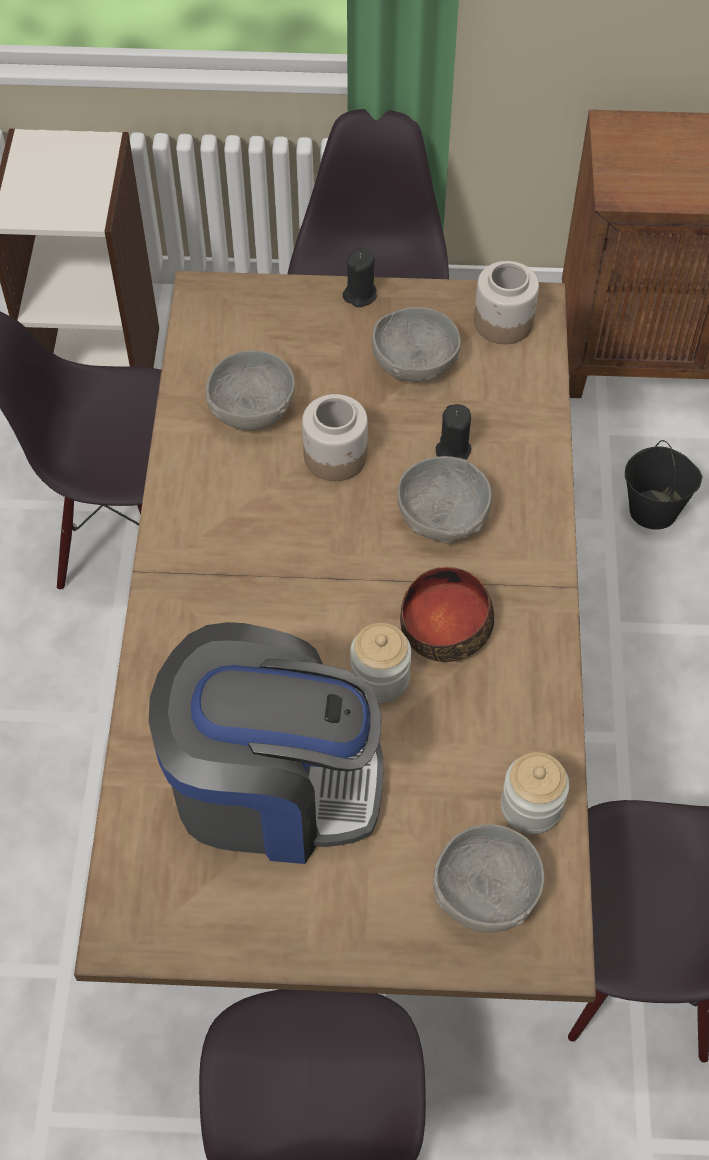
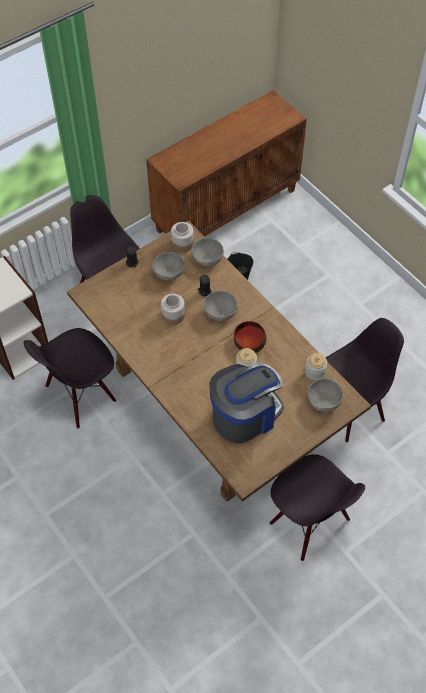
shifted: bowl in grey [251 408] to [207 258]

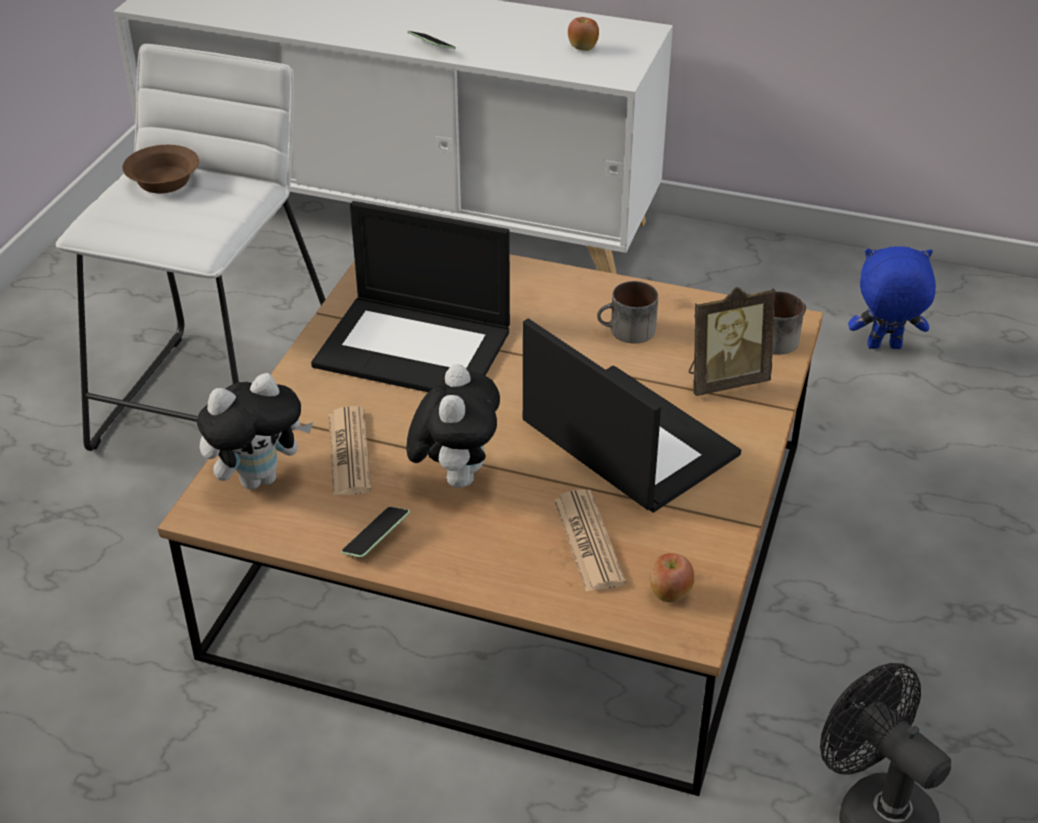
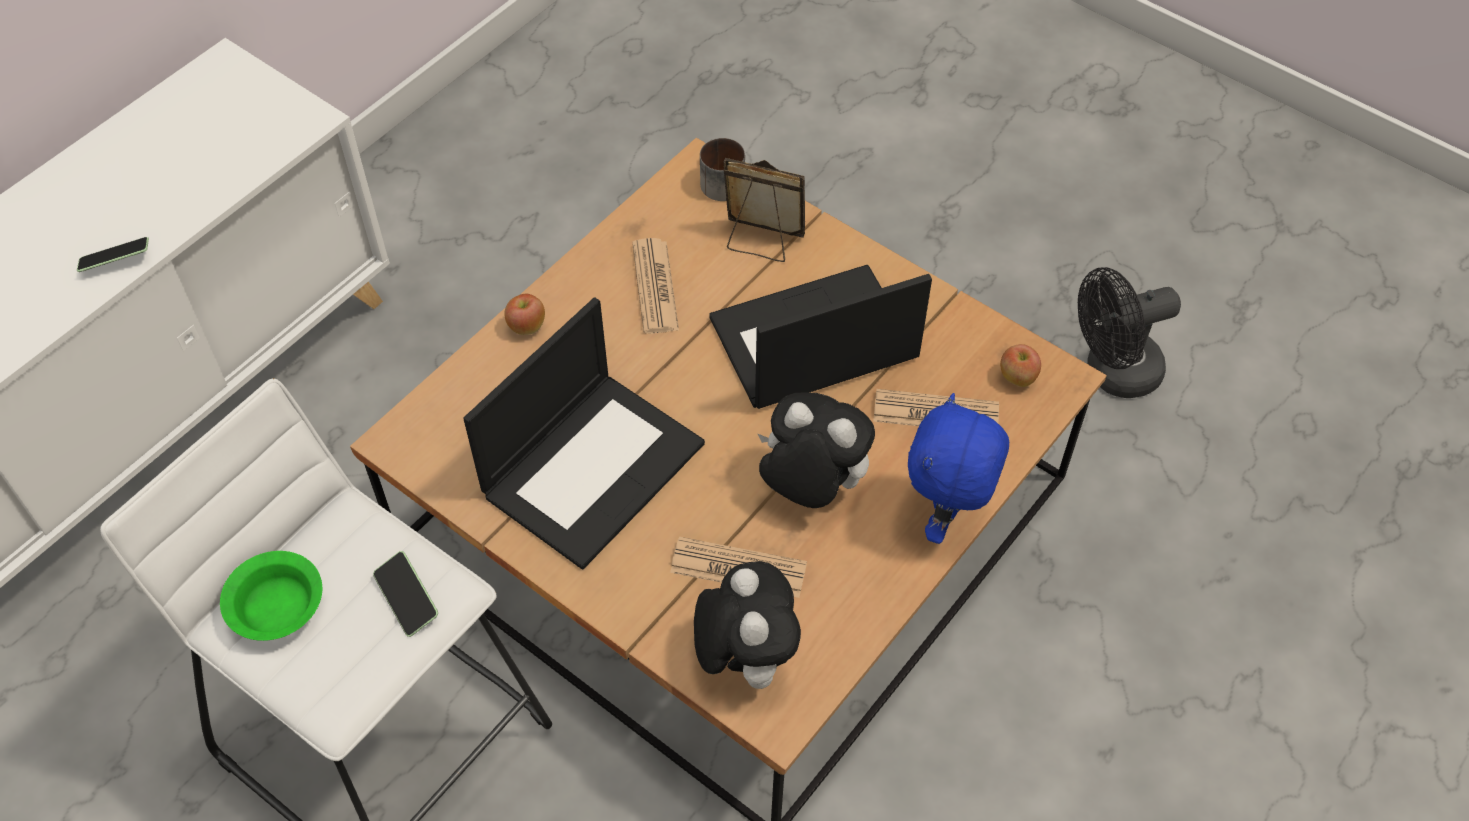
shifted: phone [376 539] to [407 599]; apple [582 48] to [527 327]; plush toy in blue [883 347] to [946 517]
swapped: mug [627 332] to newspaper [655 287]
repainted: bowl in brown [162 183] to bowl in green [278 610]
rotated: picture frame [724 380] = [761 241] 75 degrees counterclockwise

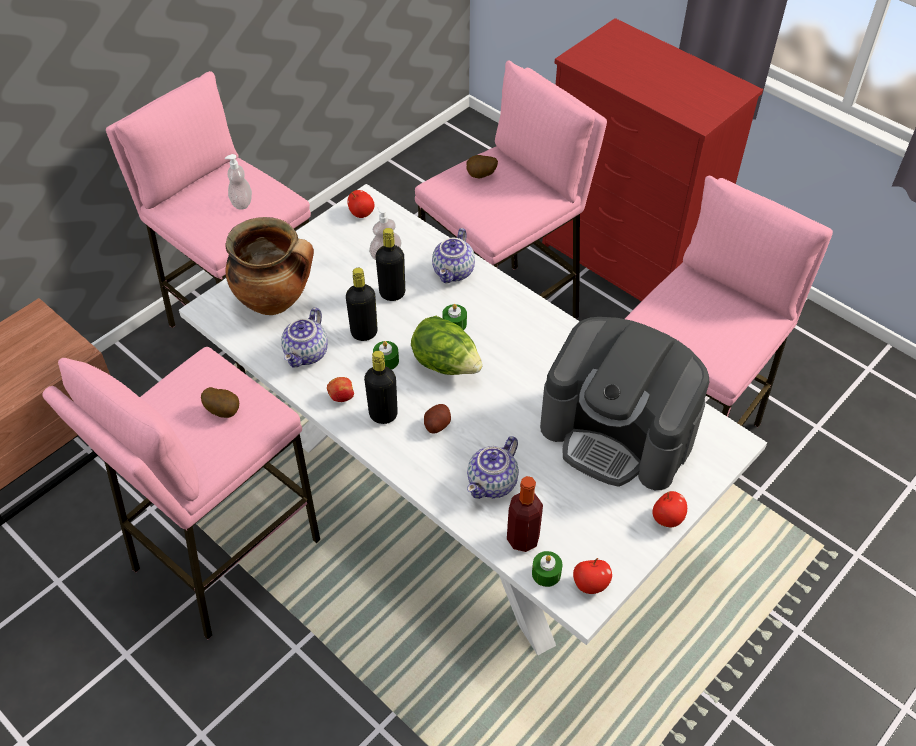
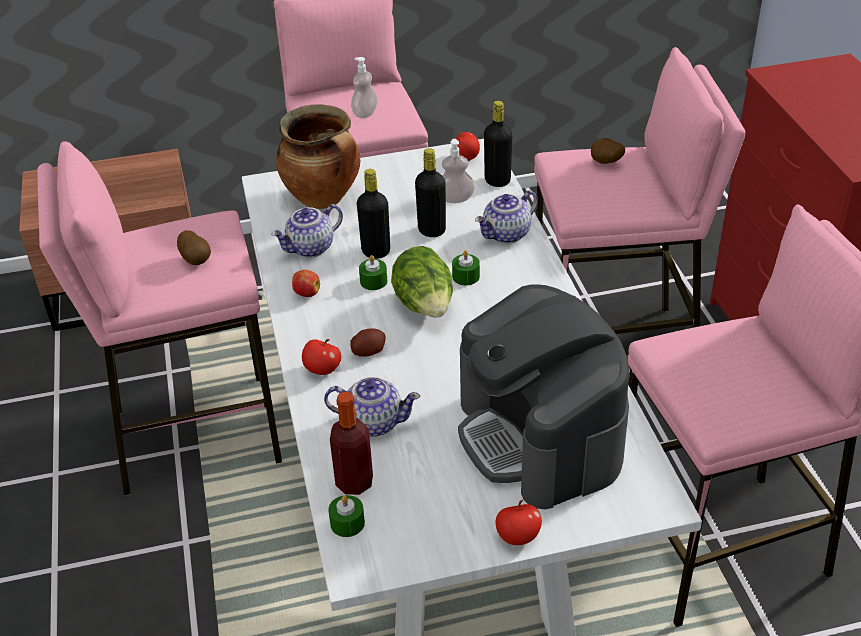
shifted: bottle in black [383 414] to [497 181]; apple [590 584] to [322 370]
rotated: teapot [493 482] = [373 422] 150 degrees counterclockwise

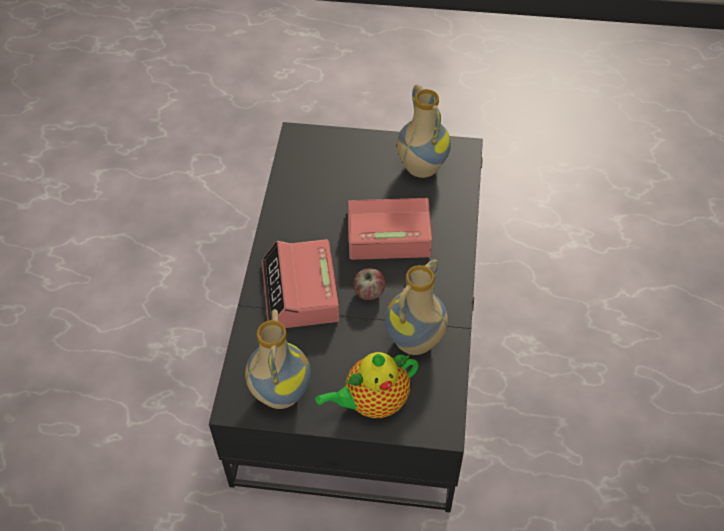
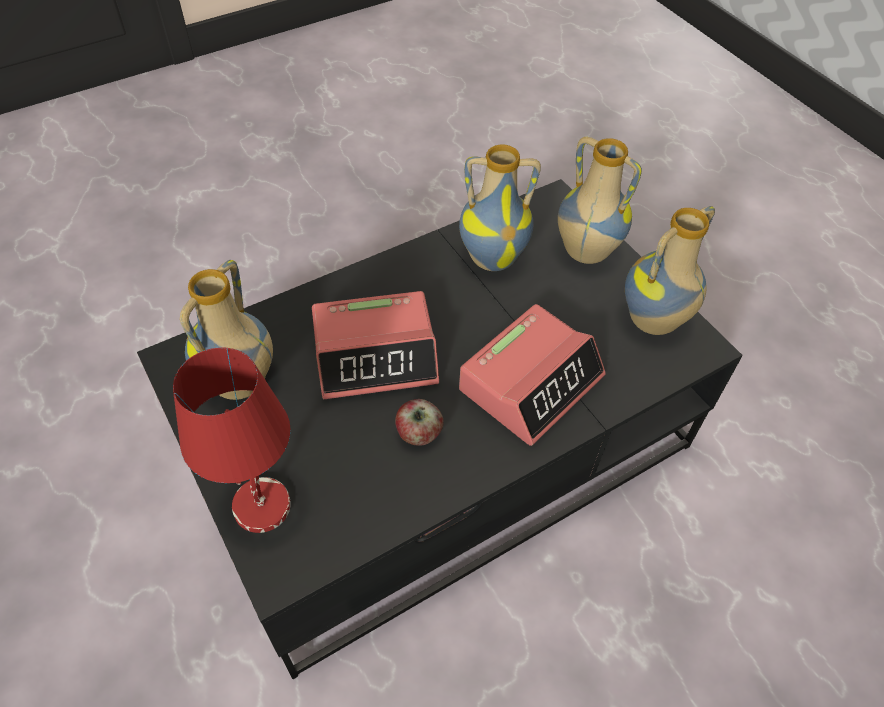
new: table lamp in red [261 504]
shifted: apple [369 292] to [418 434]
swapped: teapot [372 402] to vase [584 252]
rotated: alarm clock [387 233] = [376 355] 60 degrees counterclockwise

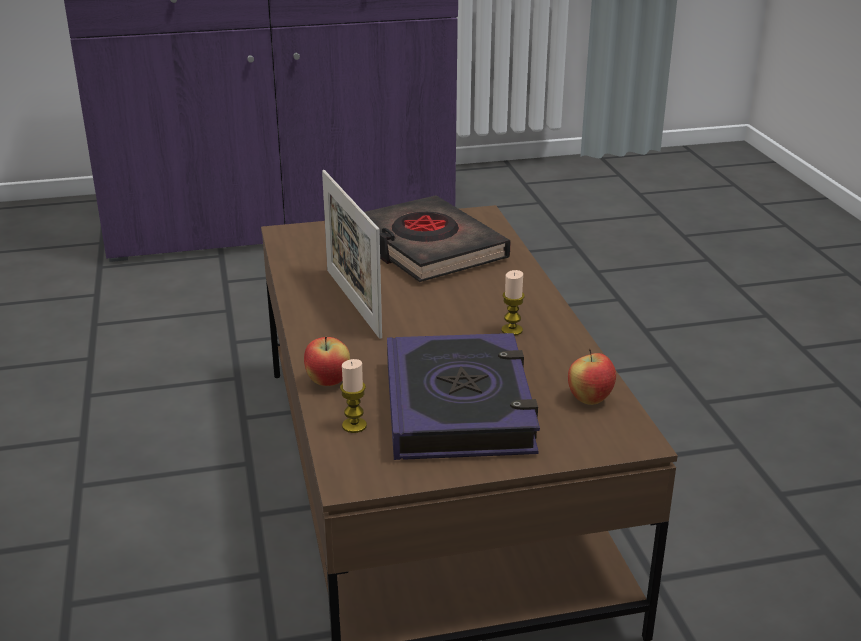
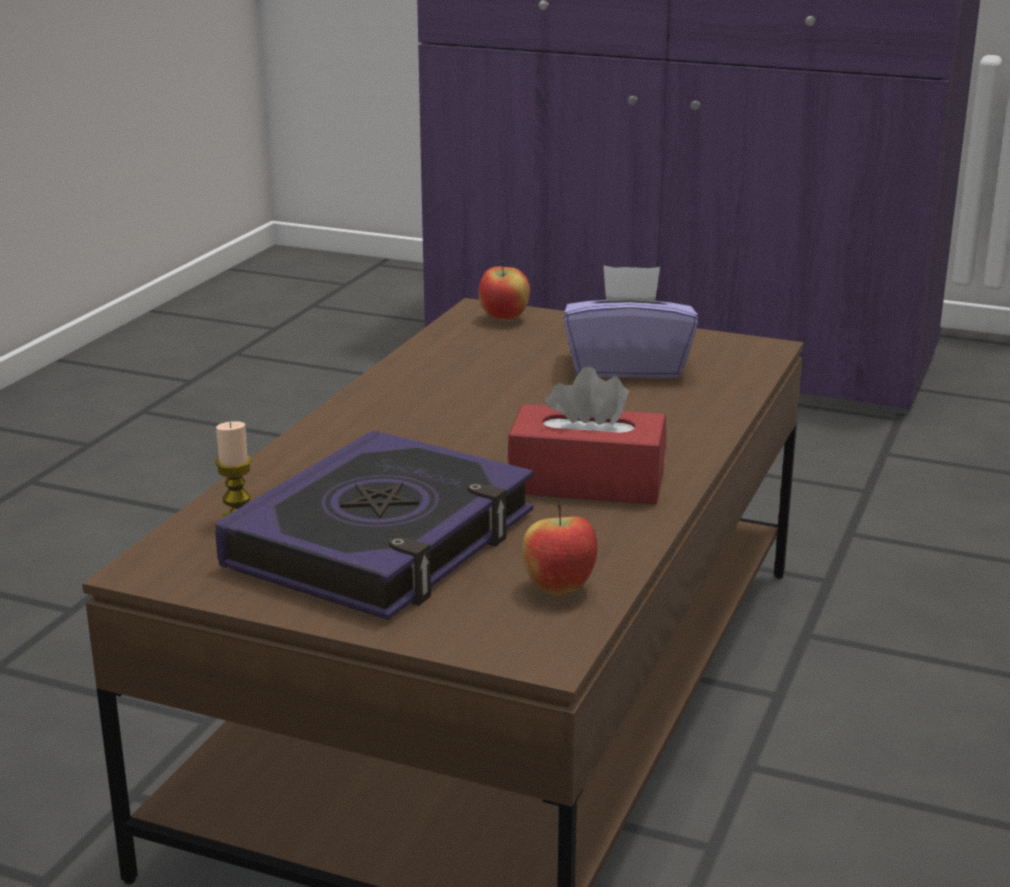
gone: picture frame [353 302]
shifted: apple [328 382] to [504 319]
swapped: book in black [428 248] to tissue box in purple [628 366]; candle [512 330] to tissue box in red [587 482]

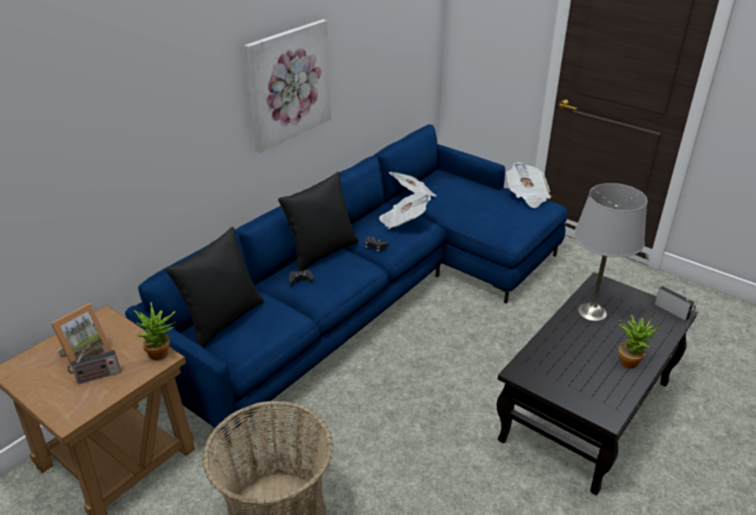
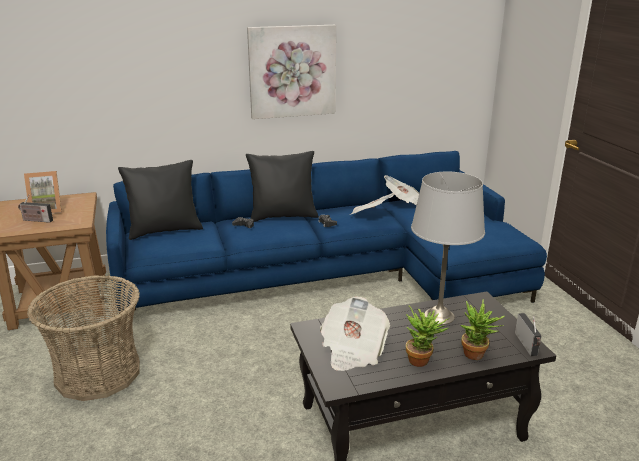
shifted: potted plant [162 354] to [477 356]; newspaper [527 196] to [352 350]

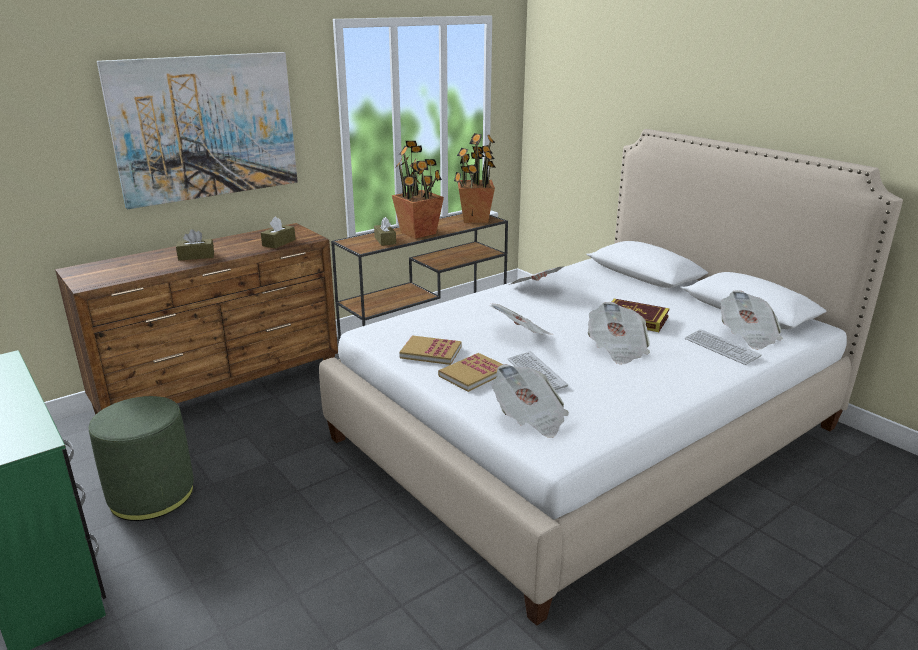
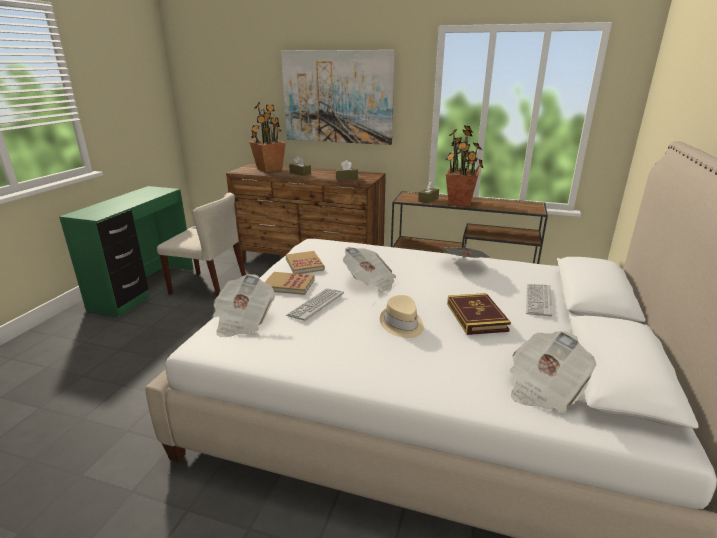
shifted: potted plant [474 219] to [270 169]; keyboard [721 348] to [538 300]
swapped: ottoman in green [152 495] to chair in beige [209 287]; newspaper [617 349] to hat in beige [401 324]

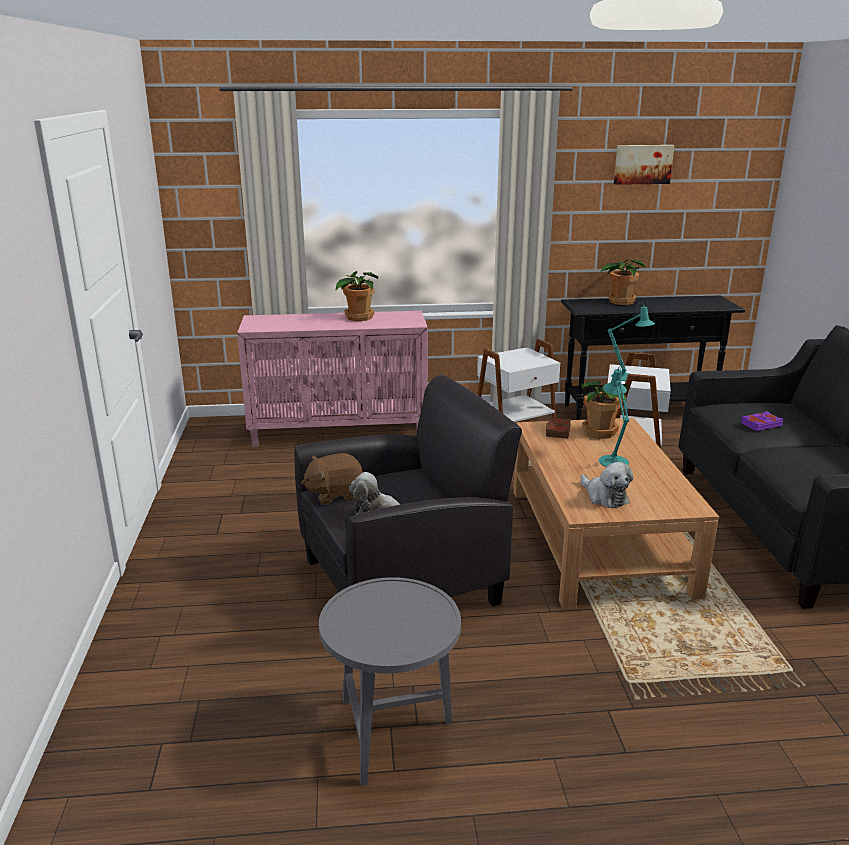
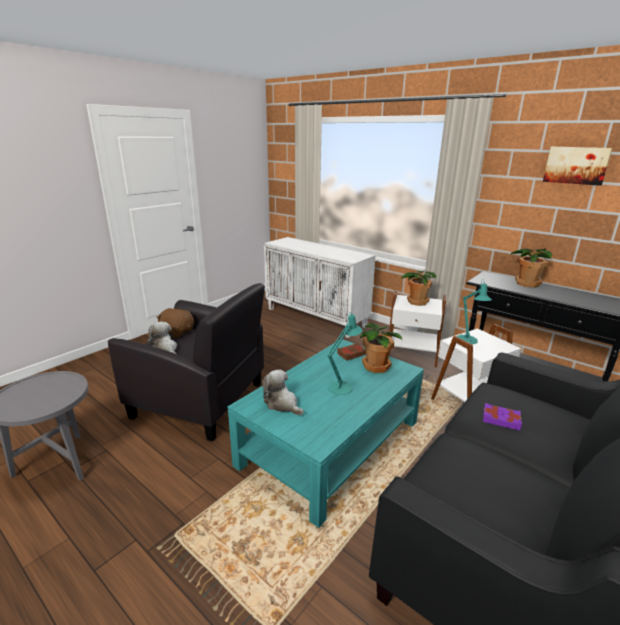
shifted: potted plant [358 317] to [416 302]
repainted: cabinet in pink [339 432] to cabinet in white [316 317]; coffee table in brown [599 540] to coffee table in turquoise [330 443]
rotated: plush toy [604 497] = [282 404] 120 degrees clockwise

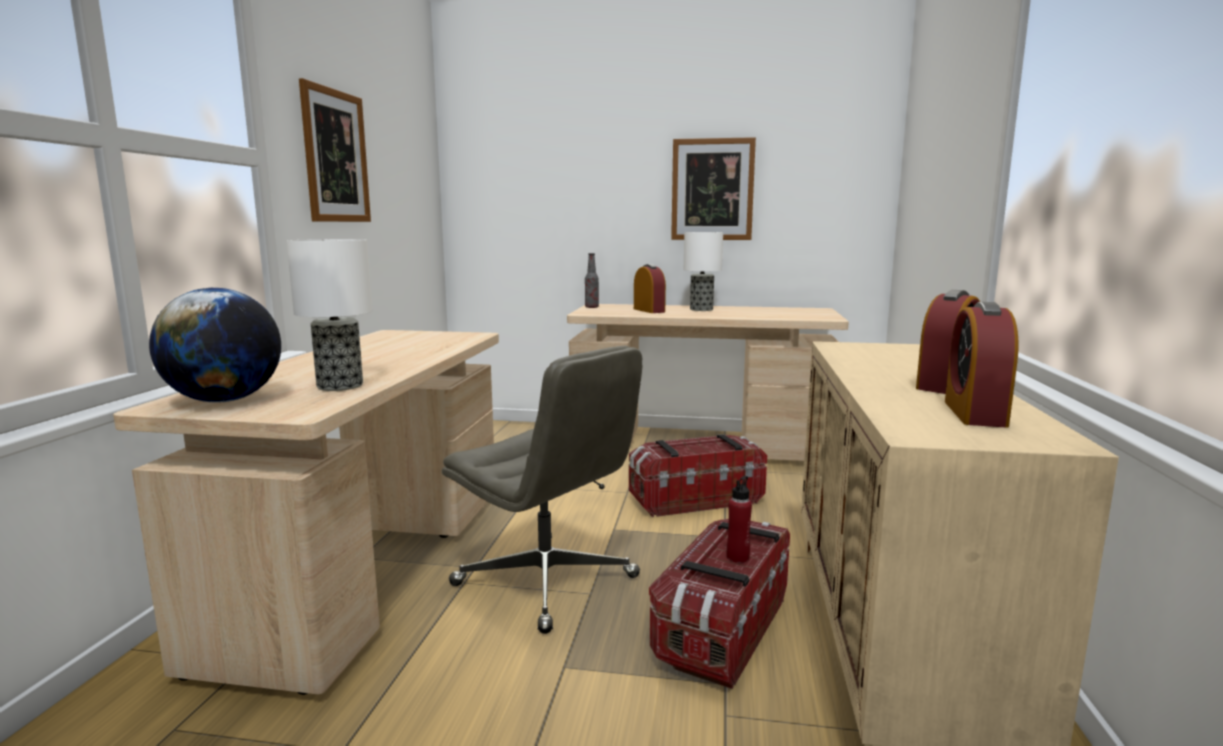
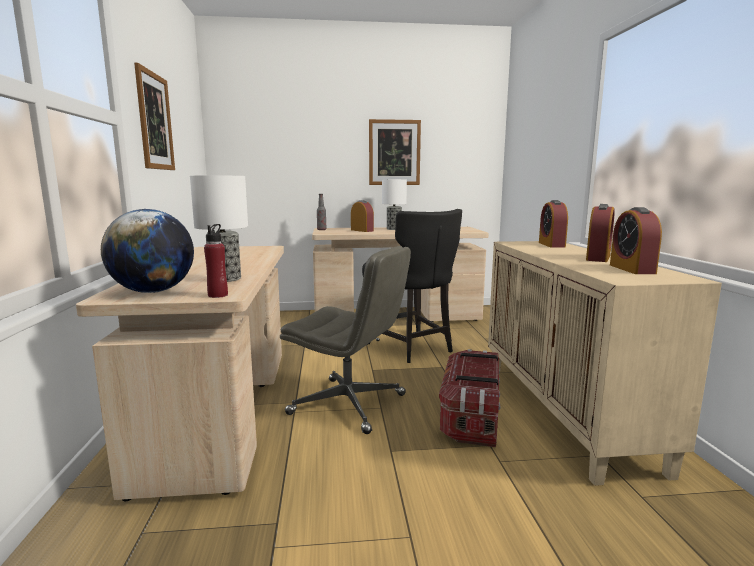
new: alarm clock [551 245]
shifted: bottle in red [738 557] to [218 295]
swapped: storage box [694 499] to chair in black [411 348]

